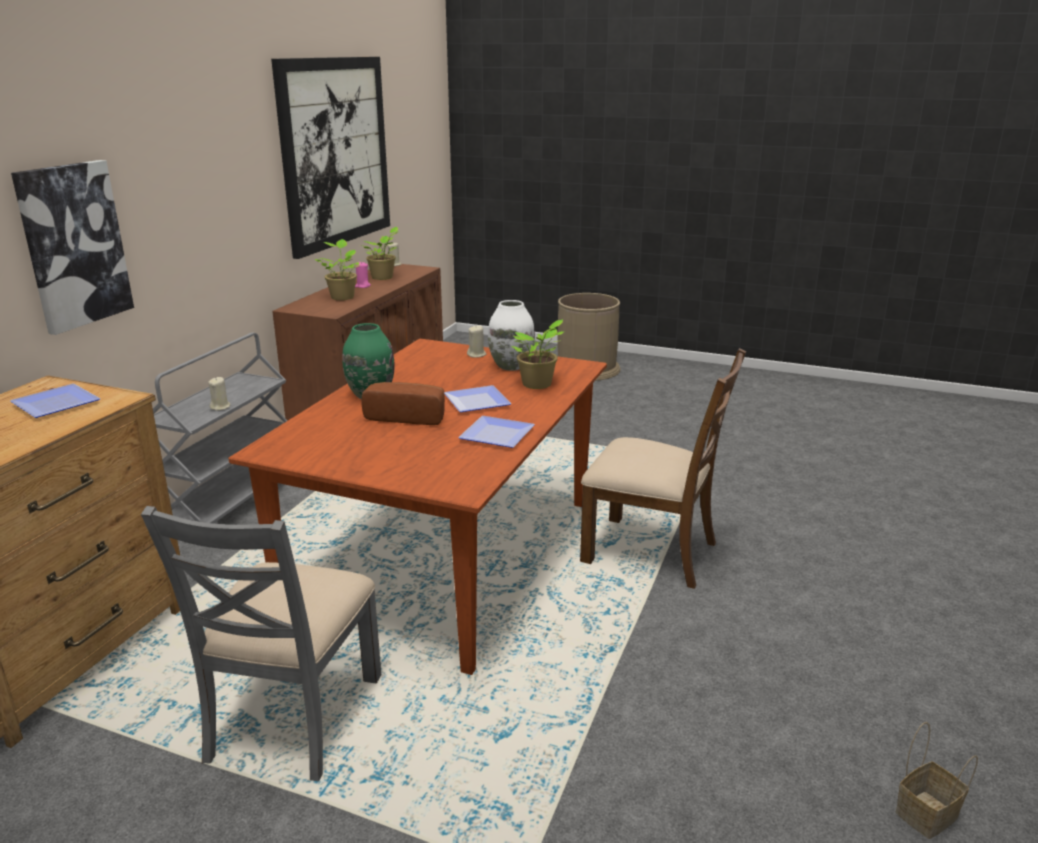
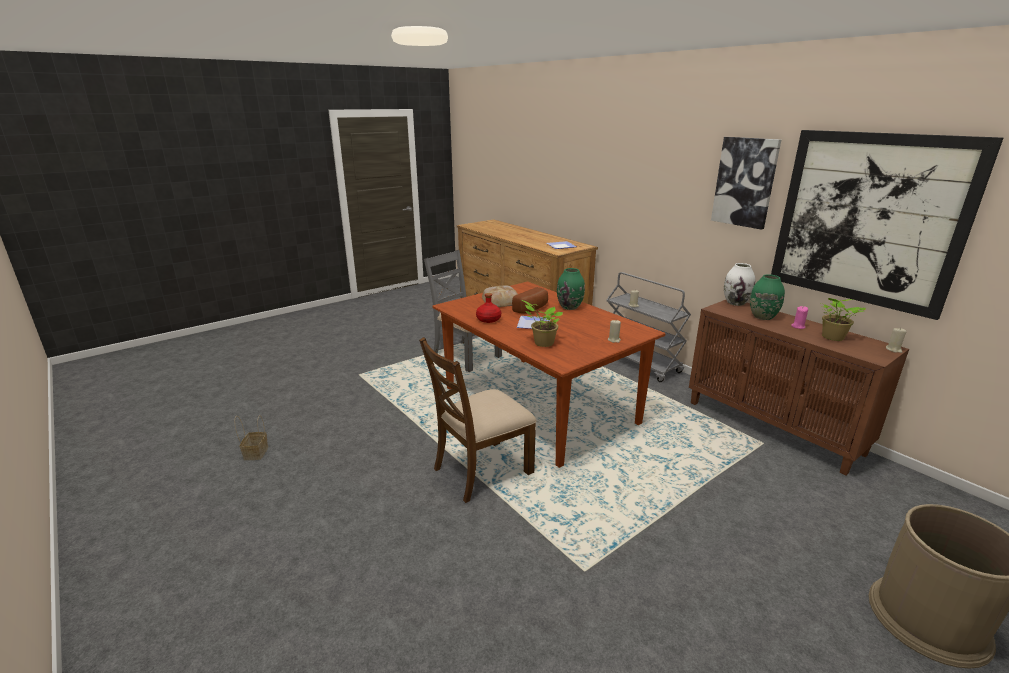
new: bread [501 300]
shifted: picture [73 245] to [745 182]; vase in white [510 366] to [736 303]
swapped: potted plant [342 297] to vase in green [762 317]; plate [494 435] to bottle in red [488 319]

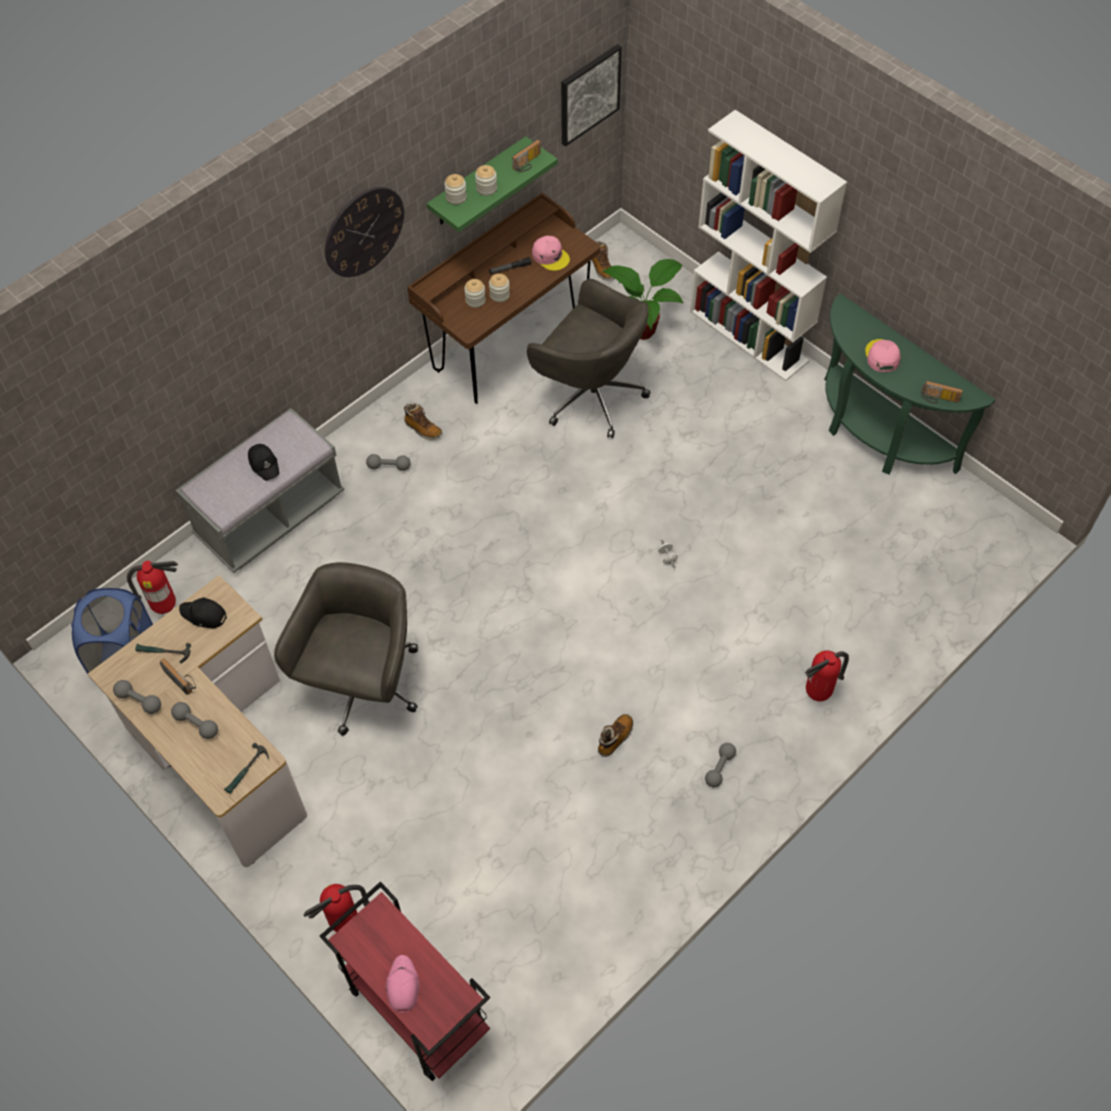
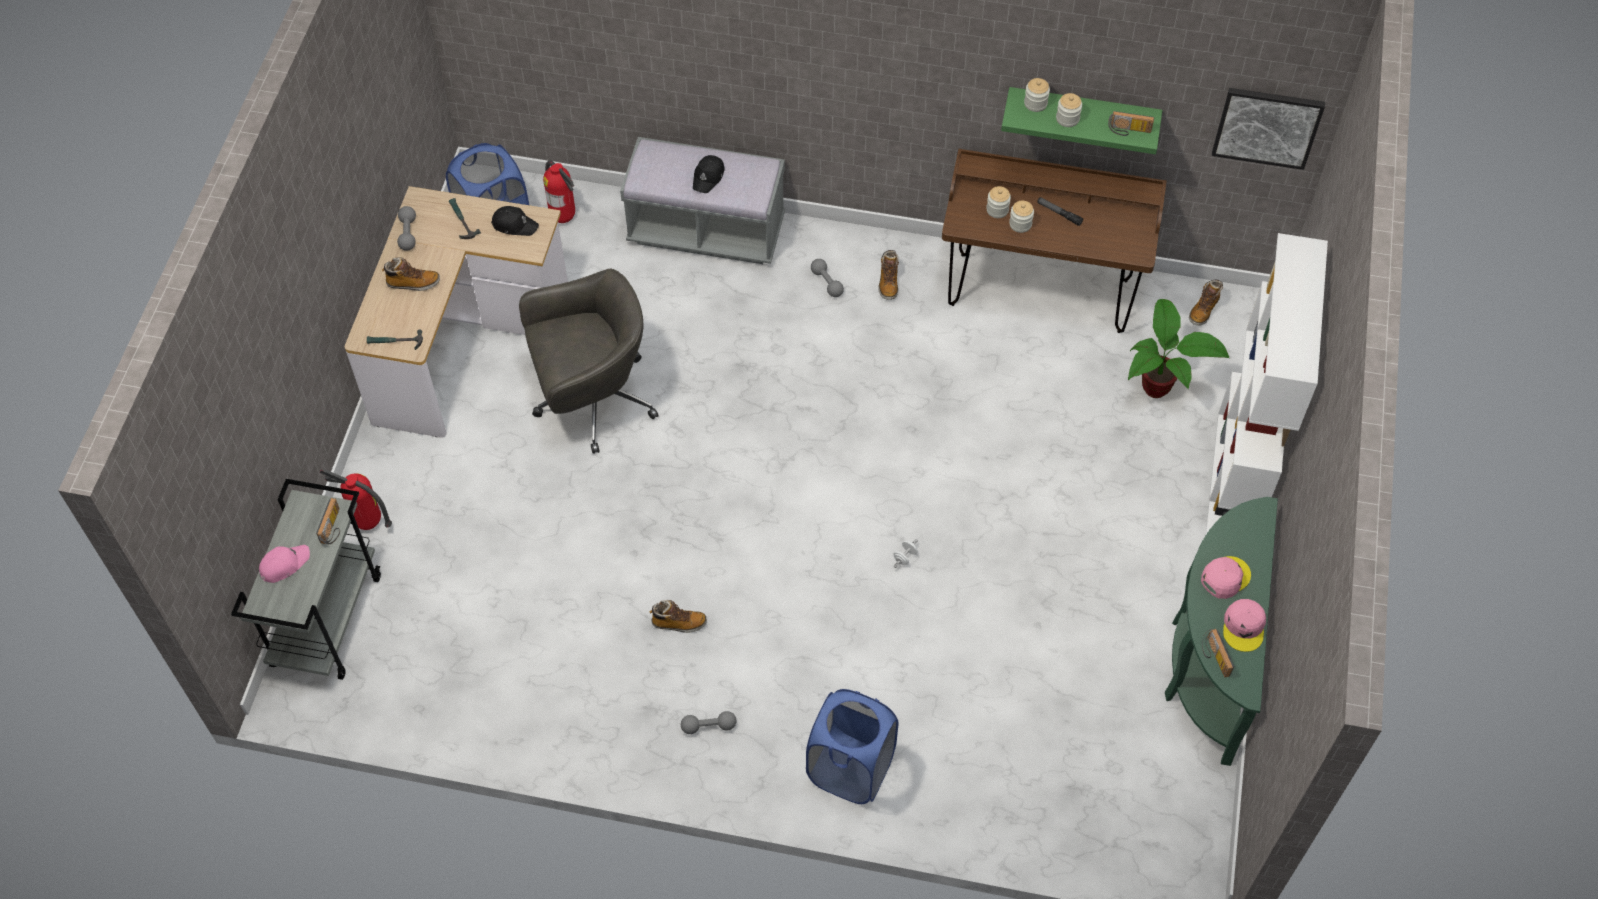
gone: wall clock [364 232]; office chair in grey [590 395]
shifted: radio [182 679] to [333 527]; cap in pink [550 256] to [1244 627]
swapped: dumbbell in grey [196 724] to boot [413 283]; fire extinguisher [818 694] to laundry basket in blue [850 769]
repainted: cart in red [416 1008] to cart in grey [326 619]
rotated: cap in black [204 615] = [514 224] 120 degrees clockwise

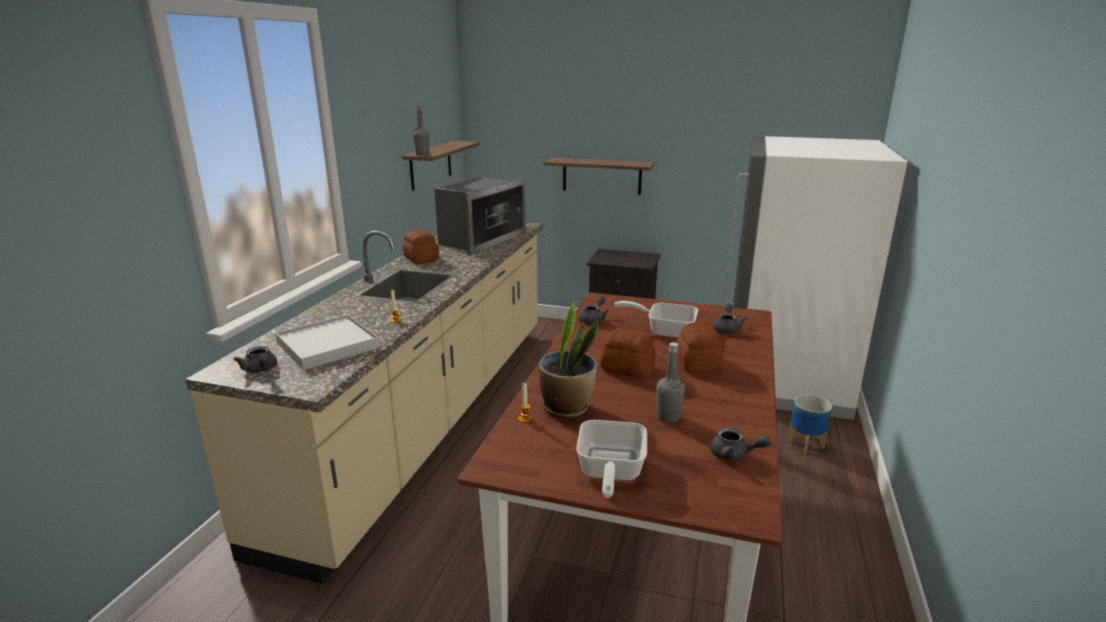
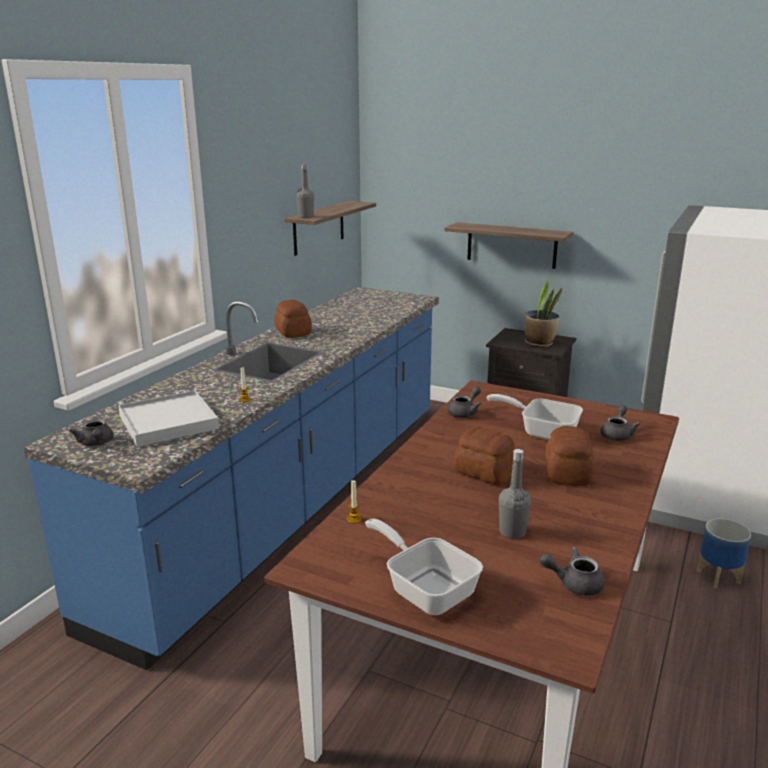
gone: microwave [480 239]
shifted: potted plant [566 407] to [539 344]
repainted: counter in beige [431 417] to counter in blue [293 504]
rotated: frying pan [609 473] = [425 588] 120 degrees clockwise; teapot in grey [734 455] = [574 584] 150 degrees clockwise

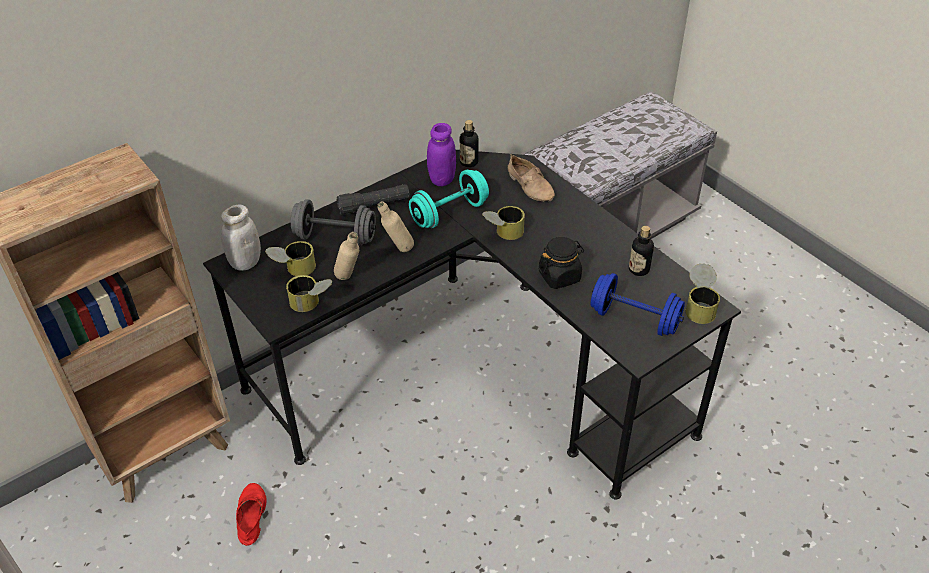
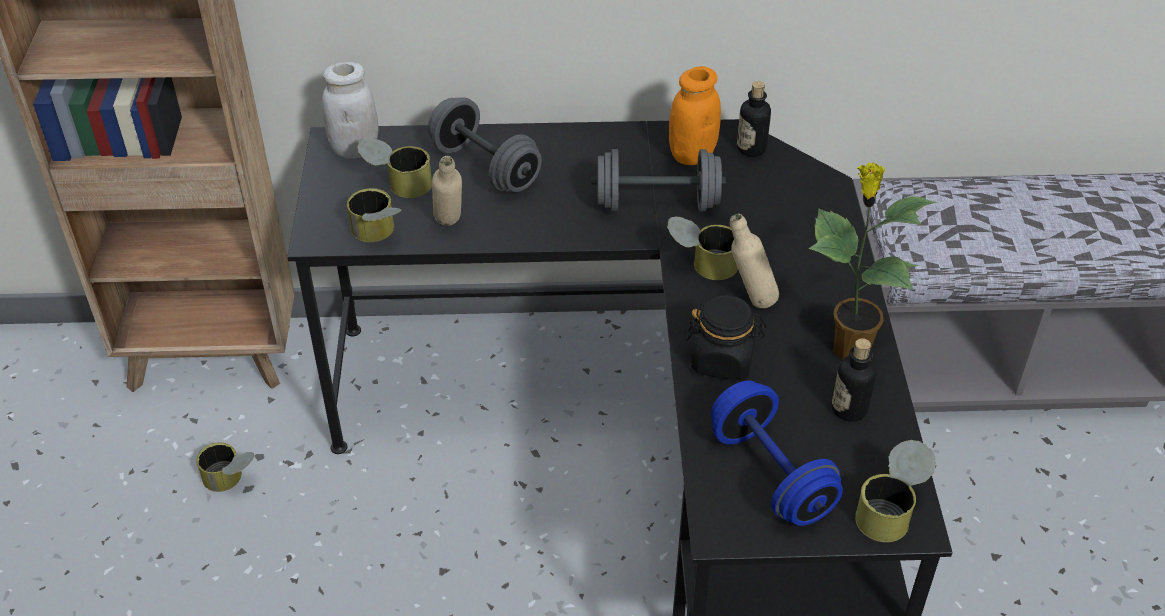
gone: flashlight in black [374 205]; shoe in beige [531 185]
new: potted plant [848 349]
shifted: bottle in beige [398 251] to [749 301]
swapped: shoe in red [250 516] to can [231 481]
repainted: dumbbell in turquoise [449 213] to dumbbell in grey [657 204]; jar in purple [442 179] to jar in orange [692 155]

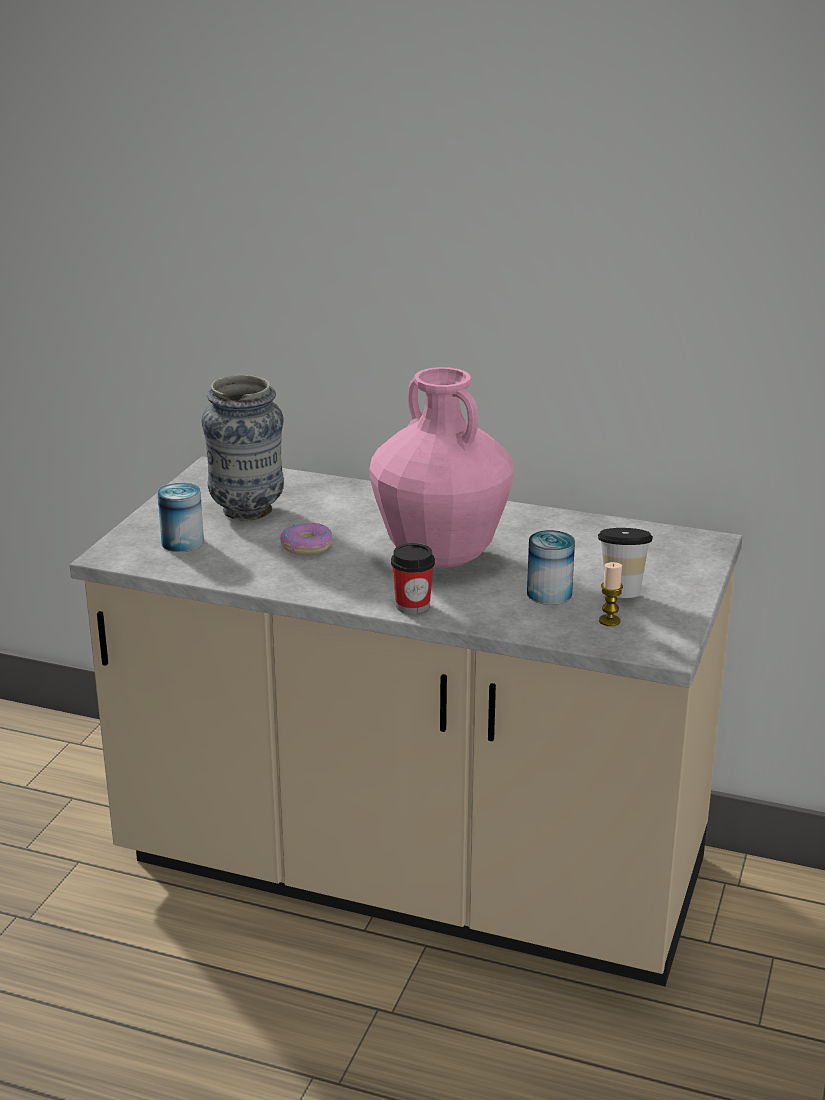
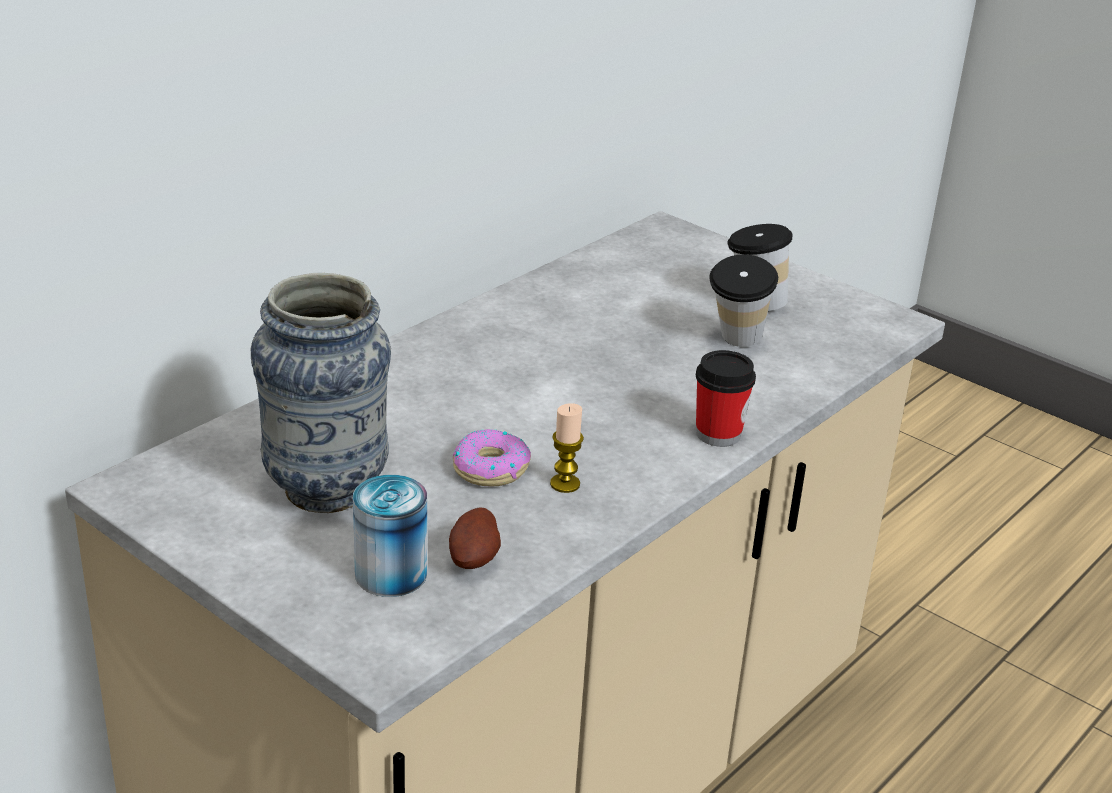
gone: vase in pink [441 557]
new: potato [475 559]
shifted: candle [609 621] to [565 484]
swapped: can [549 594] to cup [736 343]

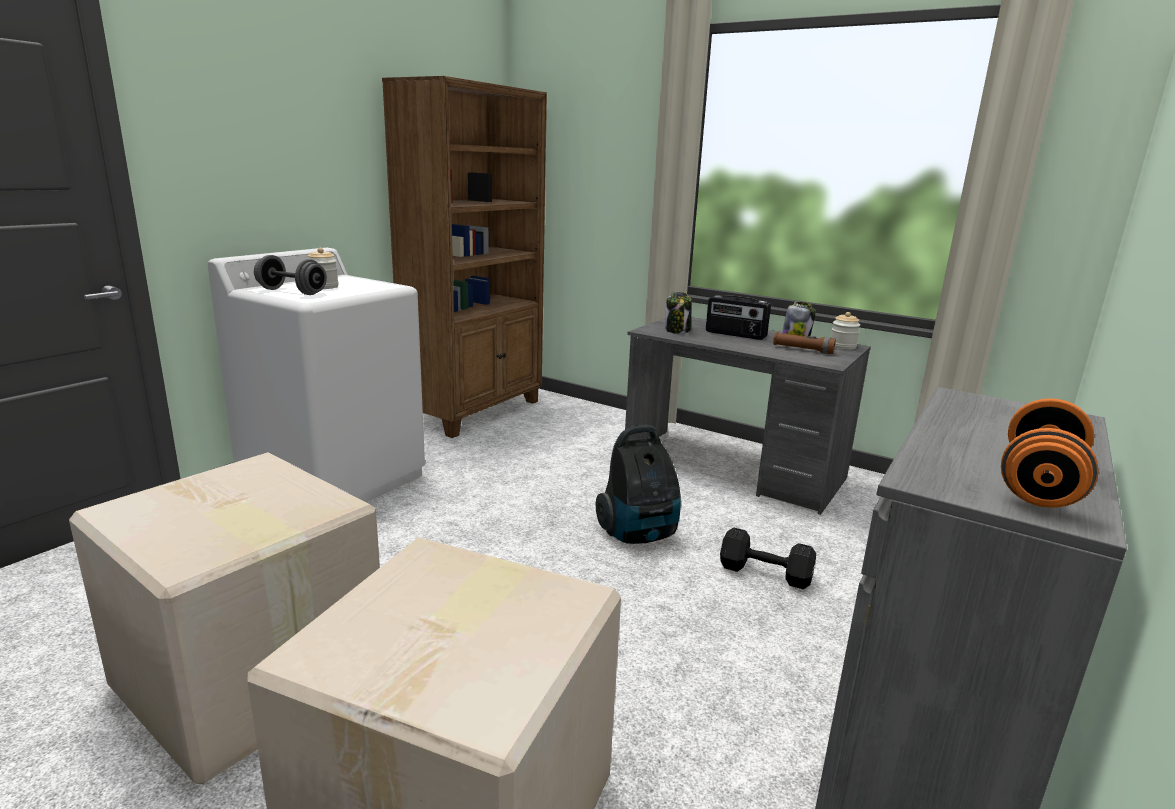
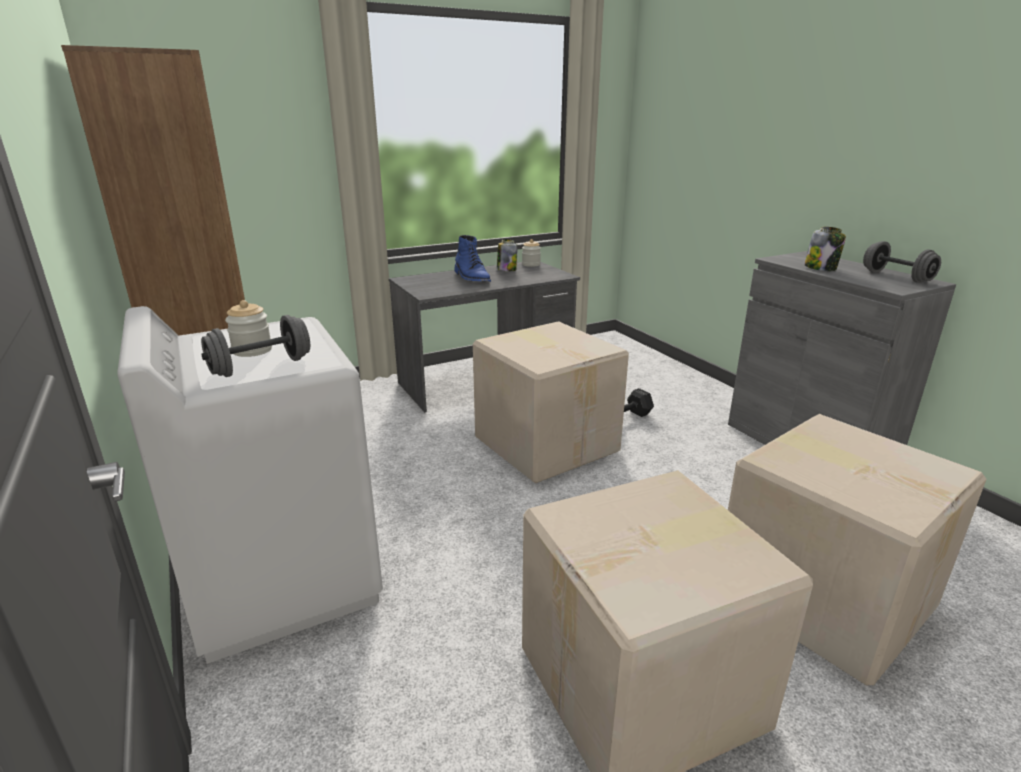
gone: flashlight in brown [803 350]
shifted: jar [677 330] to [821 268]
swapped: vacuum cleaner [639 534] to cardboard box [546 443]; radio [735 335] to boot in blue [472 277]
repainted: dumbbell in orange [1039 484] to dumbbell in grey [896 277]

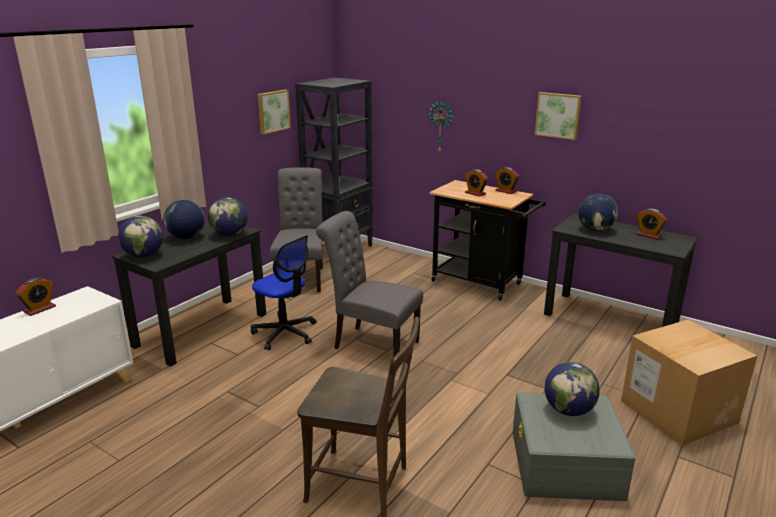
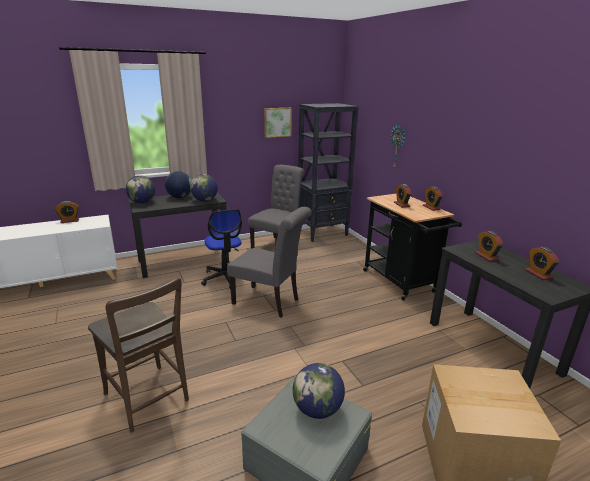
gone: picture [558 115]
swapped: globe [595 229] to alarm clock [486 256]
rotated: chair in grey [371 344] = [269 302] 150 degrees clockwise

